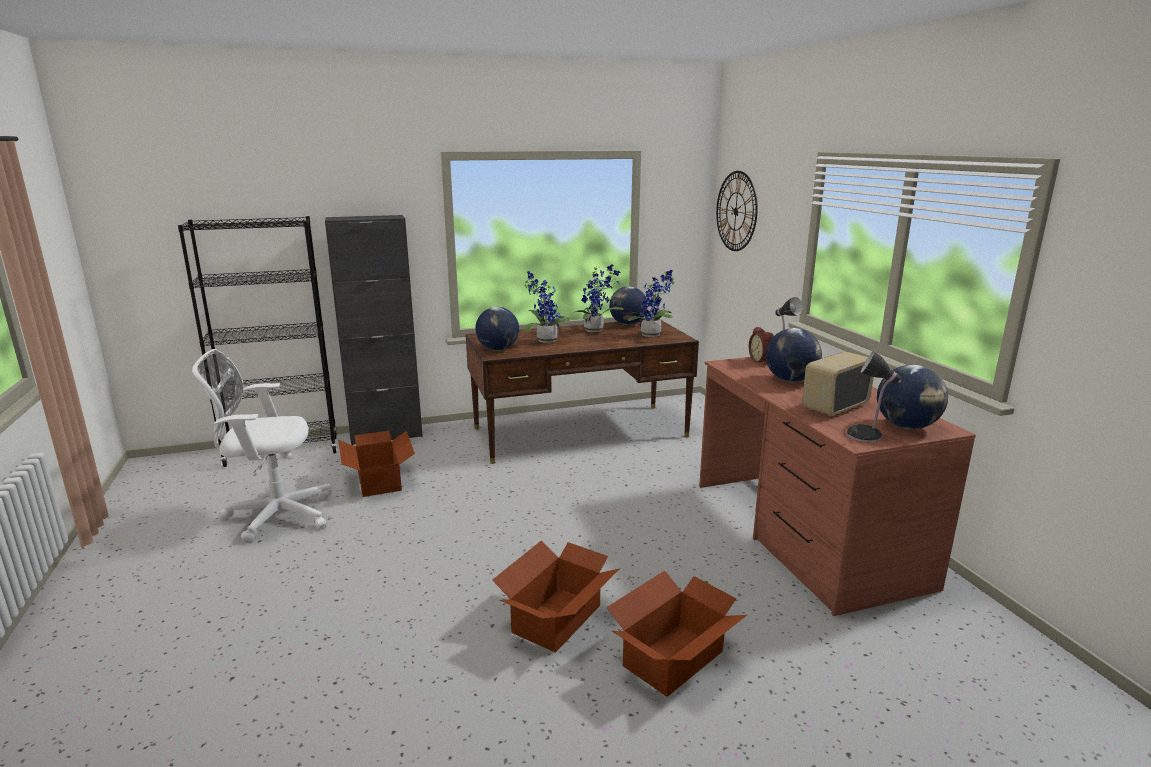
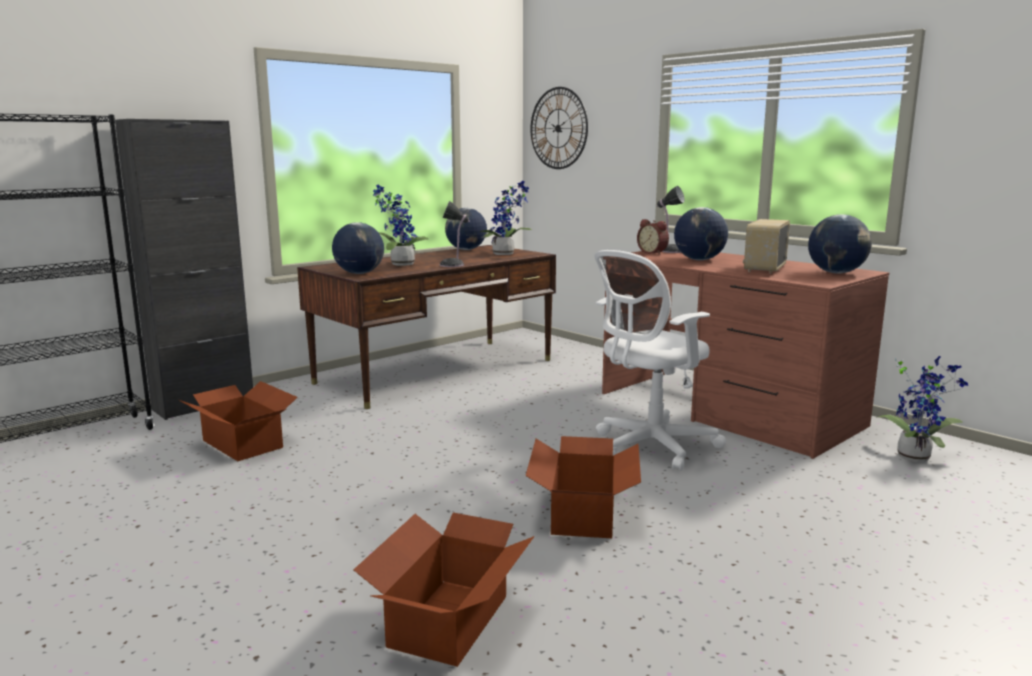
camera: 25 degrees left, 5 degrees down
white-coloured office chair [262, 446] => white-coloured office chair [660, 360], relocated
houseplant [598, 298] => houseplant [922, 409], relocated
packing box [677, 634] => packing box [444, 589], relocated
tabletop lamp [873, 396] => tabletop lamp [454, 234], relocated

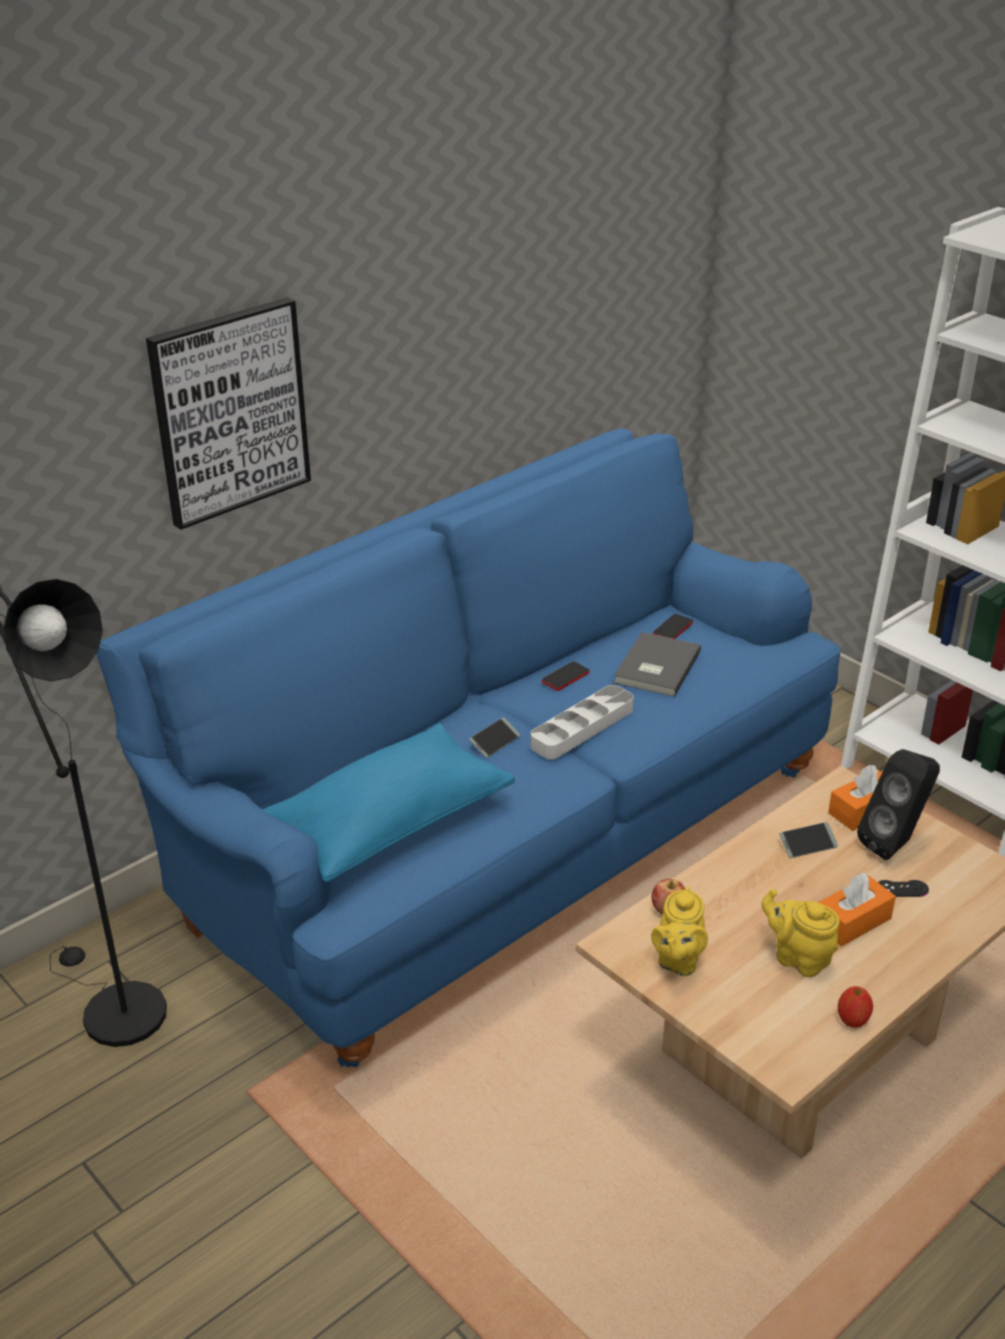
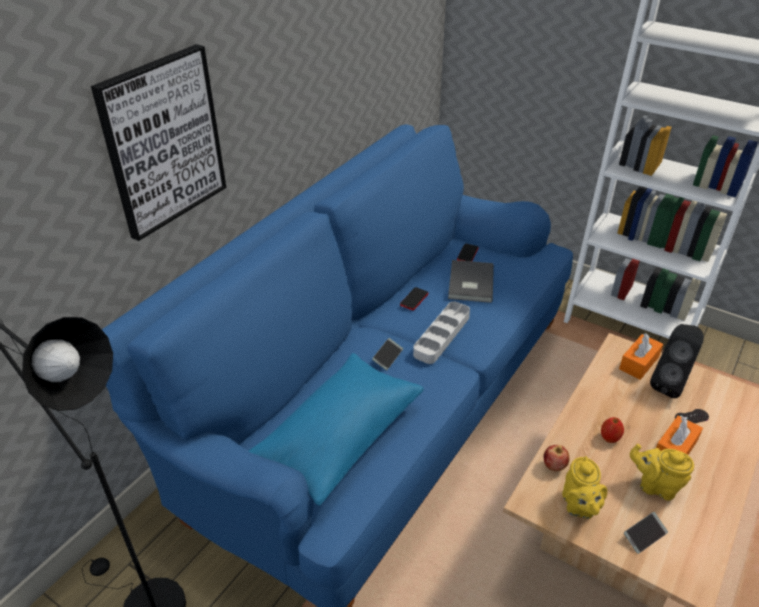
camera: 15 degrees left, 5 degrees up
telephone [808, 840] => telephone [646, 533], relocated
apple [855, 1007] => apple [612, 430], relocated

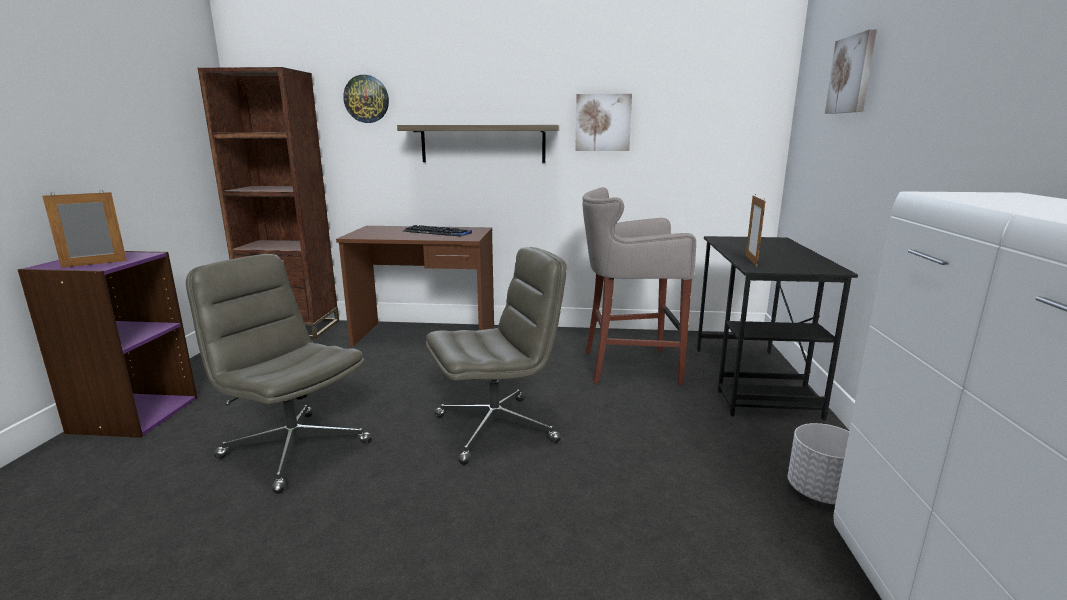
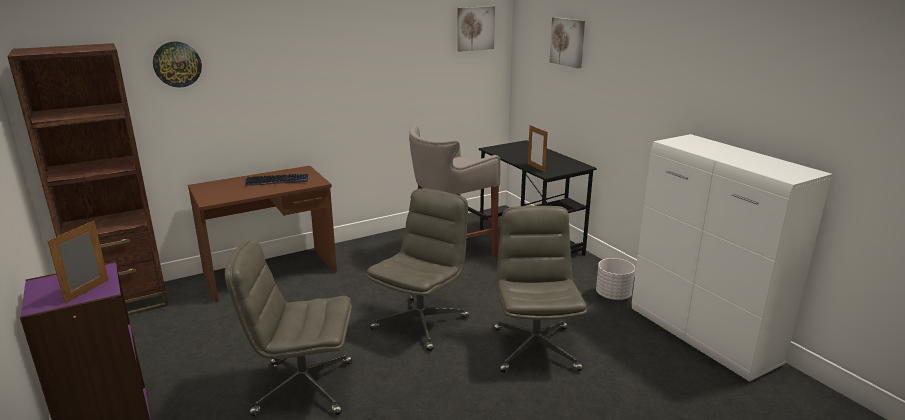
camera: 35 degrees left, 5 degrees up
shelf [478, 144] => nothing
wall art [603, 122] => wall art [476, 29], relocated
nothing => gray office chair [540, 289]

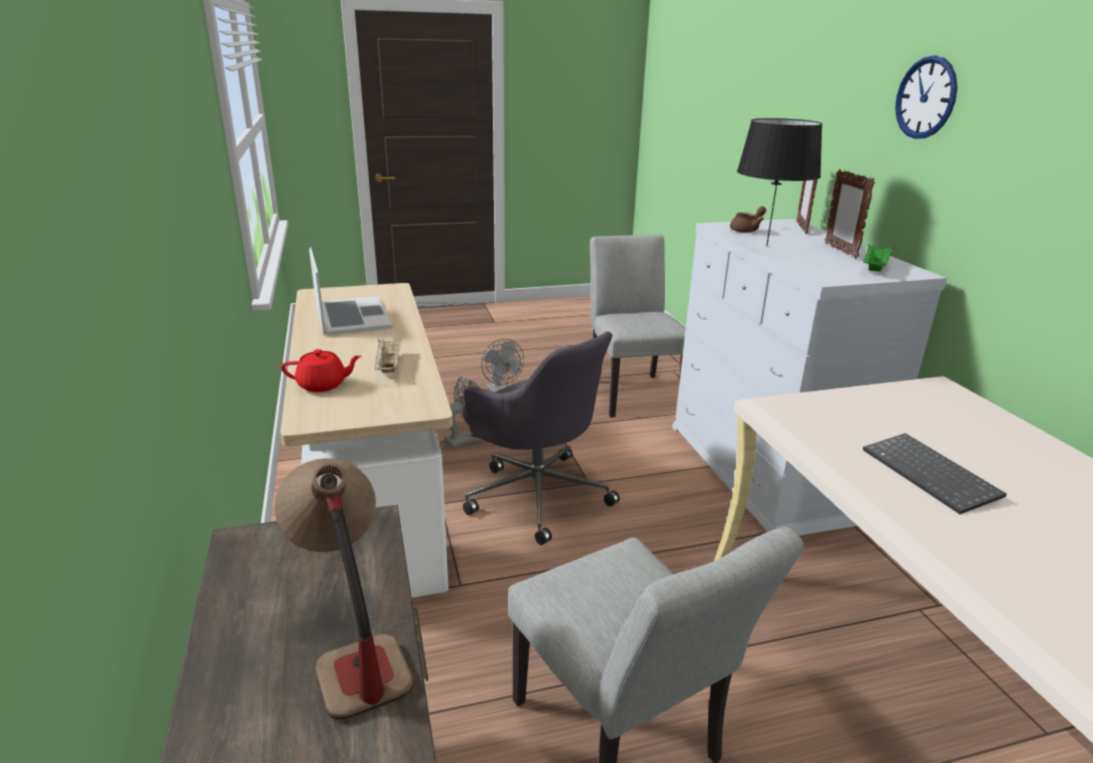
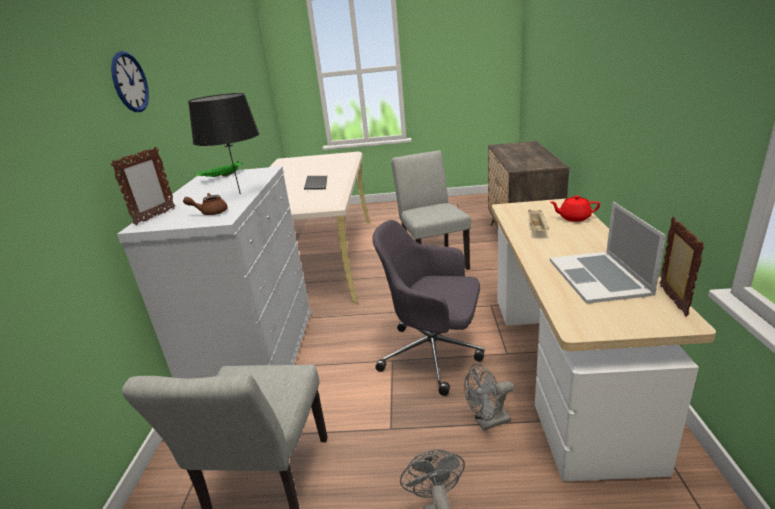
camera: 160 degrees left, 0 degrees up
tabletop lamp [344, 589] => nothing
gray office chair [541, 438] => gray office chair [428, 308], 45 degrees counterclockwise
standing frame [850, 214] => standing frame [682, 266], relocated

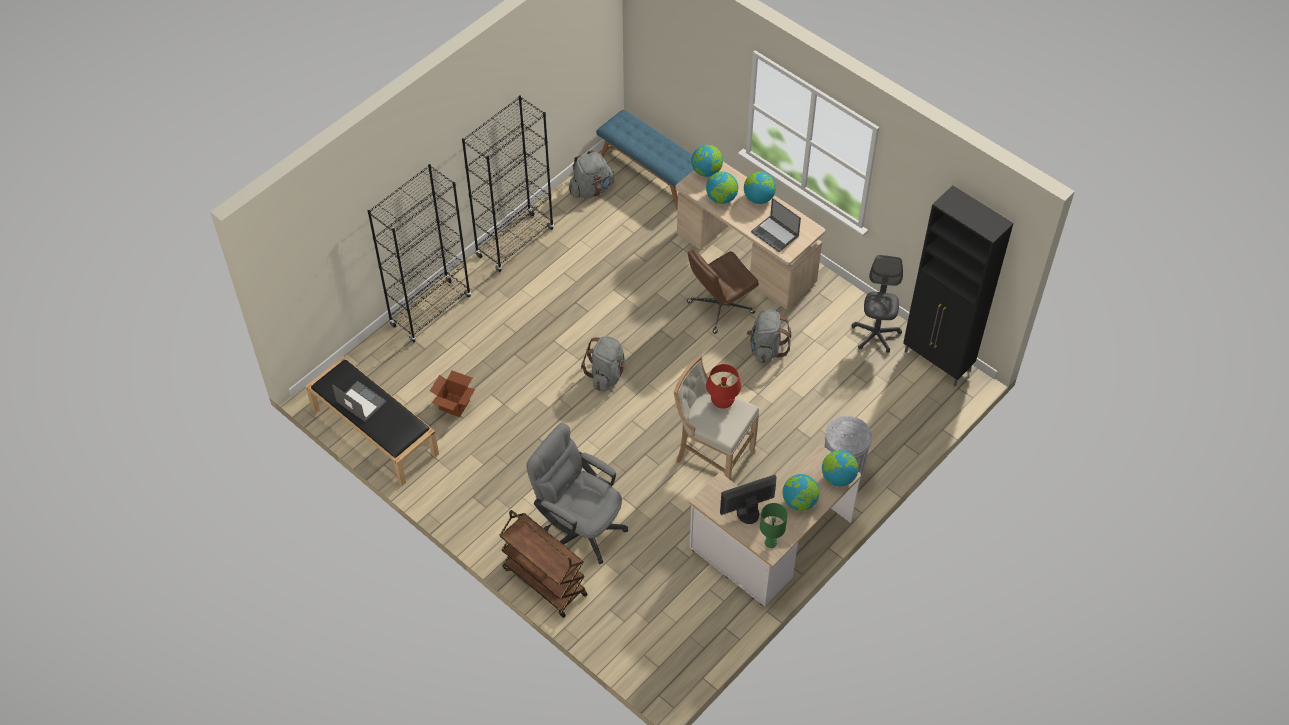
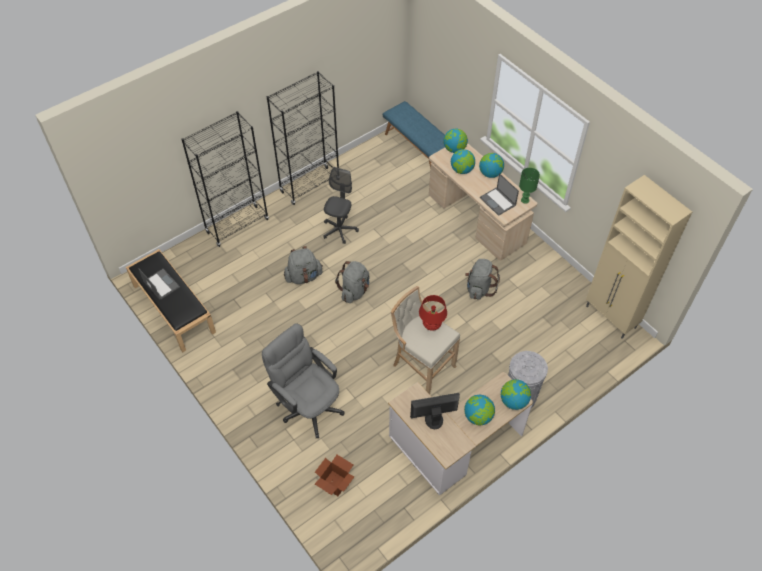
camera: 10 degrees right, 0 degrees up
packing box [452, 393] => packing box [334, 475], relocated
brown wheeled cart [543, 564] => nothing
gray backpack [591, 174] => gray backpack [303, 265], relocated
brown office chair [723, 292] => nothing
greenish tabletop lamp [774, 525] => greenish tabletop lamp [529, 186], relocated
gray office chair [877, 304] => gray office chair [341, 205], relocated
black cabinet [958, 285] => beige-coloured cabinet [639, 257]

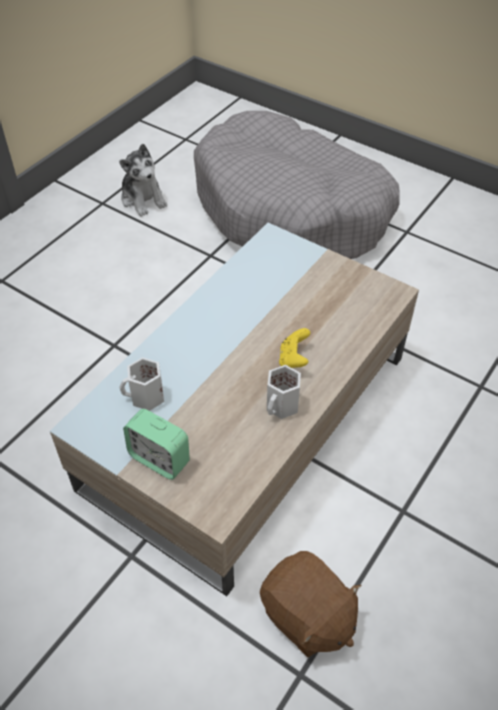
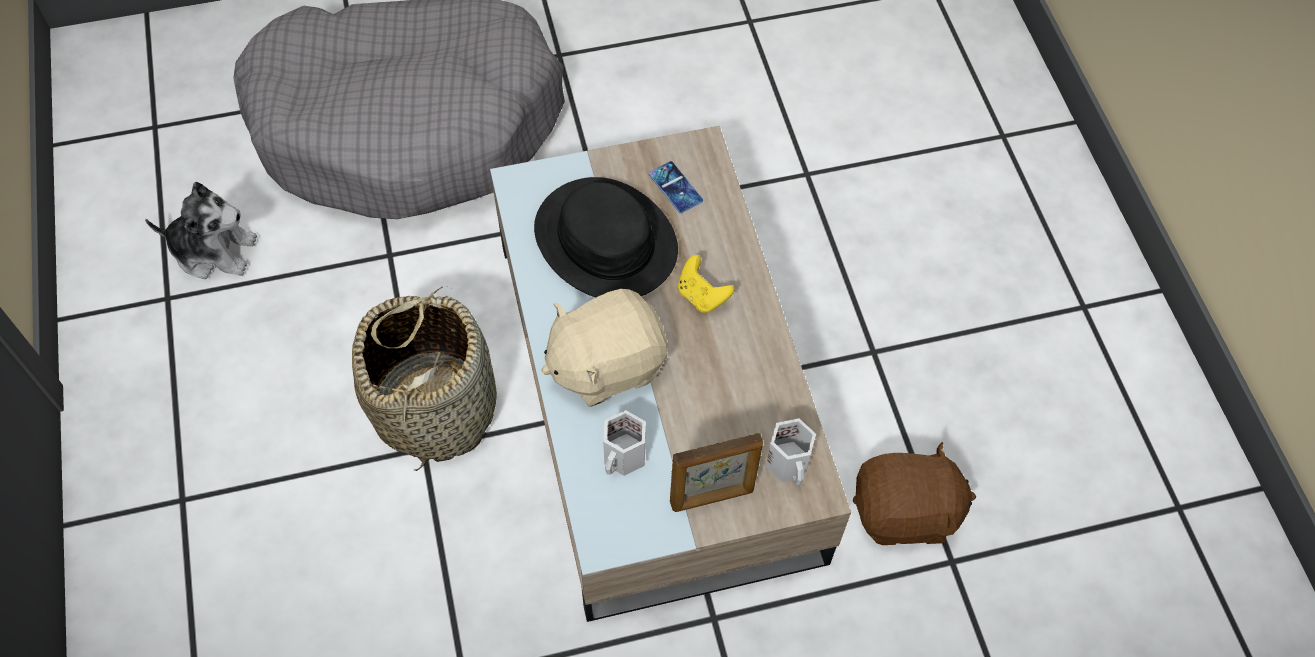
camera: 50 degrees left, 10 degrees up
alarm clock [156, 444] => standing frame [716, 472]
white-coloured tea mug [284, 392] => white-coloured tea mug [791, 451], relocated
nothing => basket [424, 378]
nothing => black wearable hat [606, 237]
nothing => beige-coloured plush toy [604, 348]
nothing => telephone [676, 187]

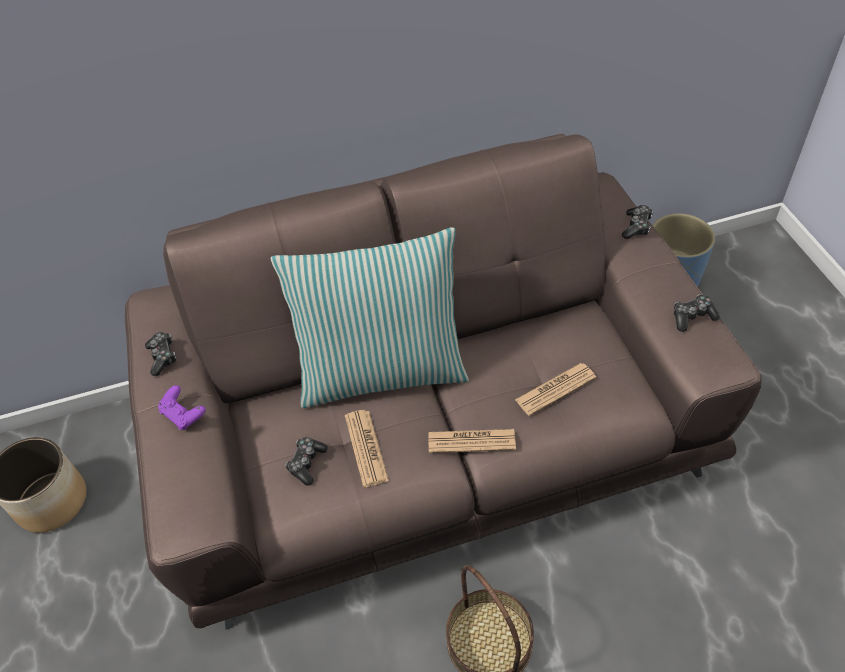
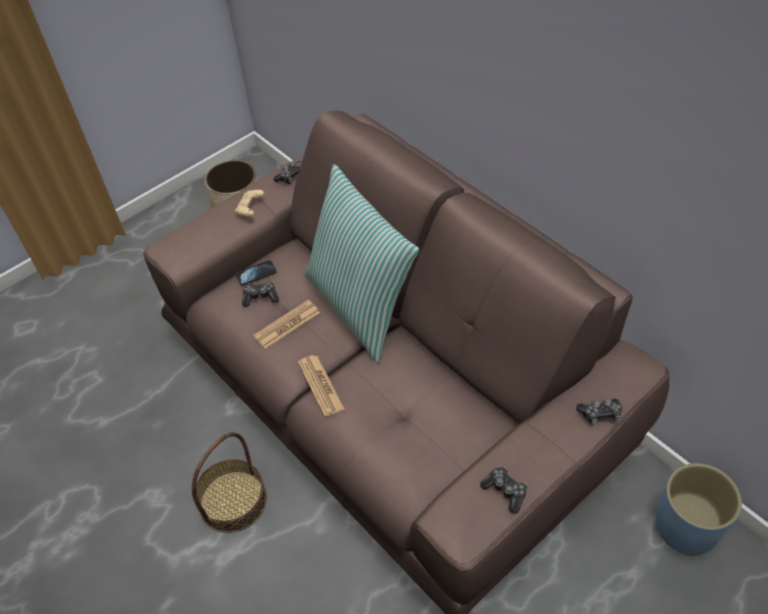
camera: 65 degrees right, 0 degrees up
purple gamepad [182, 407] => beige-coloured gamepad [250, 203]
printed paper [555, 389] => nothing
nothing => telephone [256, 273]

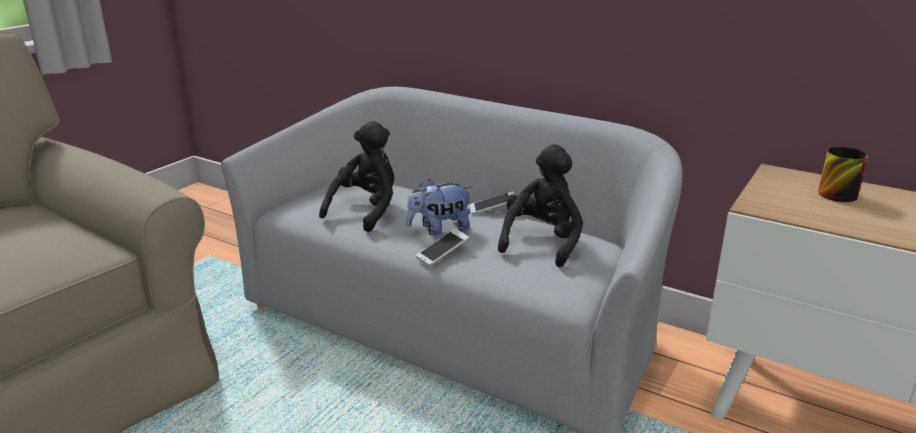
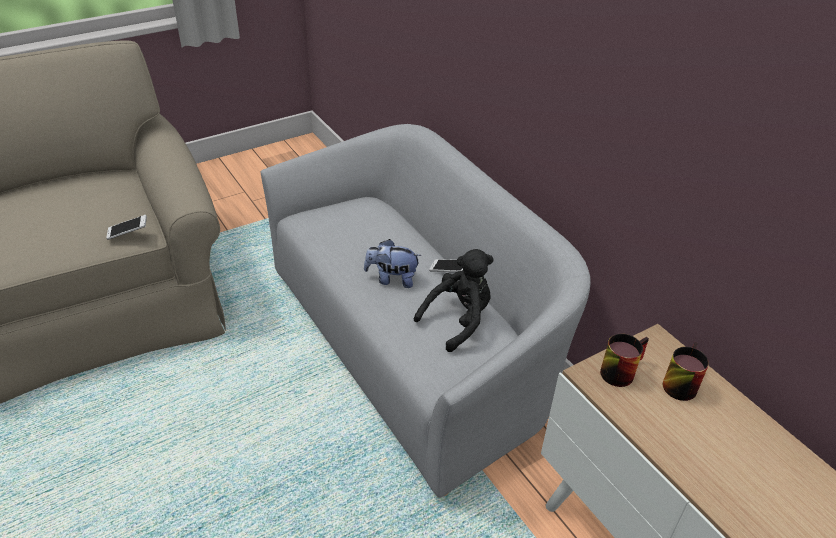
camera: 25 degrees right, 15 degrees up
black plush toy [356, 176] => nothing
telephone [442, 247] => telephone [126, 227], relocated
nothing => tea mug [624, 360]

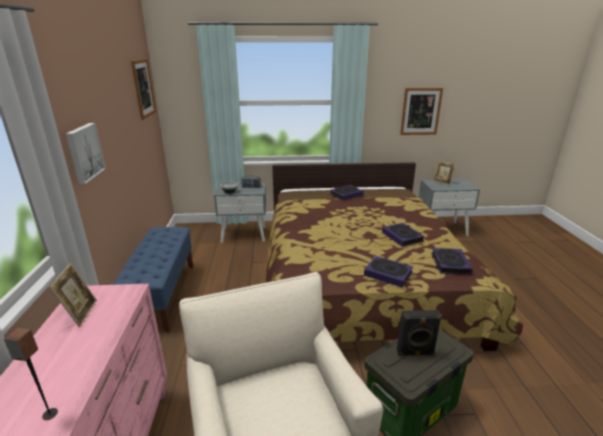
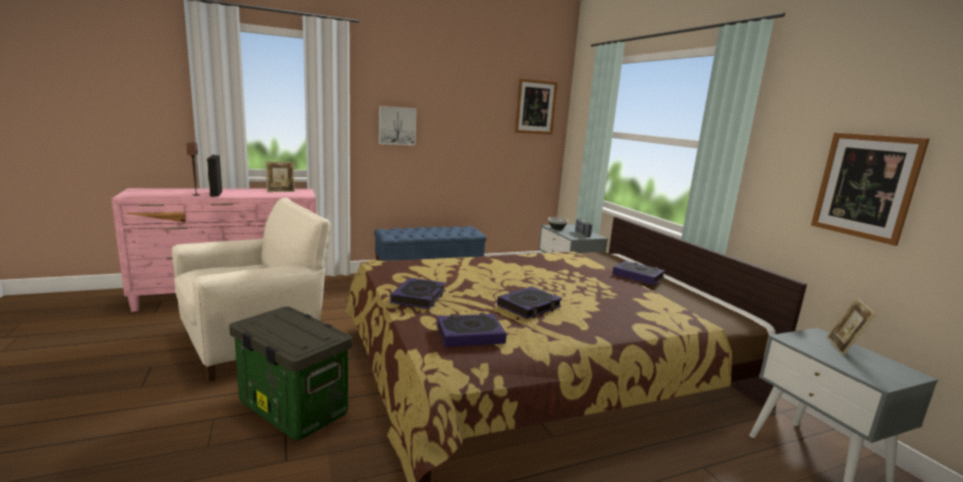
camera: 70 degrees right, 10 degrees down
black audio speaker [419, 333] => black audio speaker [214, 176], relocated

